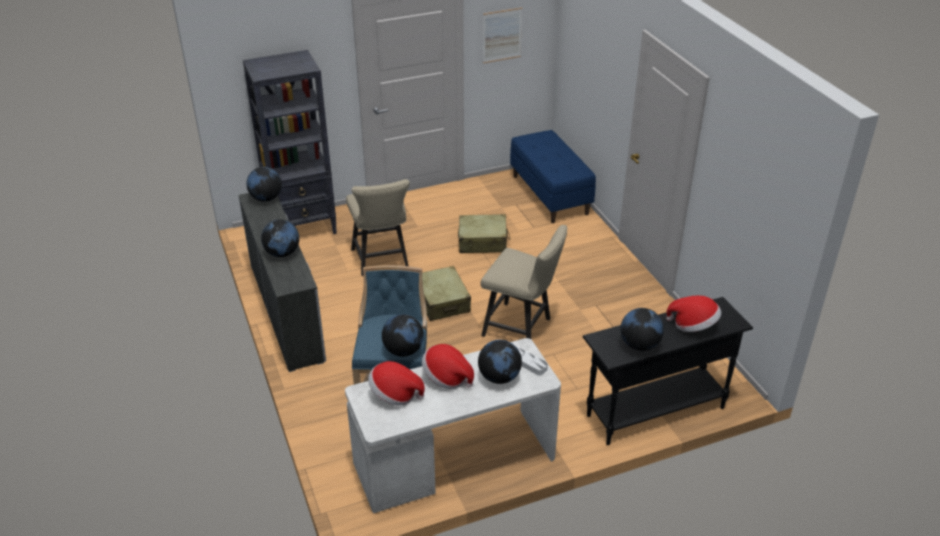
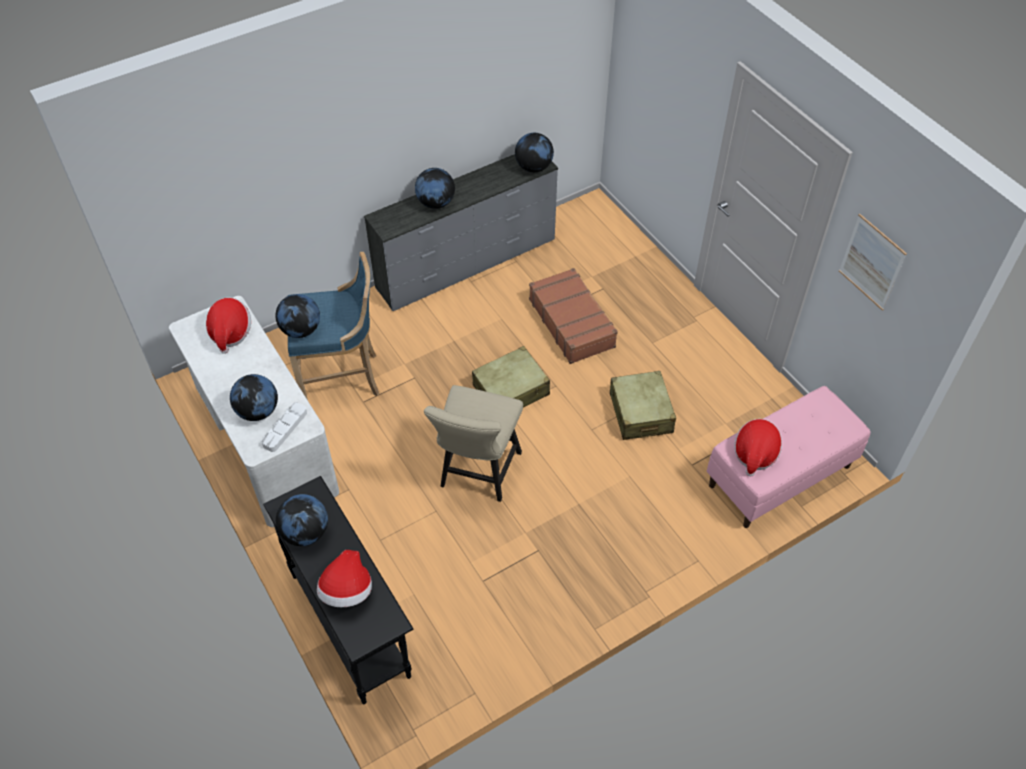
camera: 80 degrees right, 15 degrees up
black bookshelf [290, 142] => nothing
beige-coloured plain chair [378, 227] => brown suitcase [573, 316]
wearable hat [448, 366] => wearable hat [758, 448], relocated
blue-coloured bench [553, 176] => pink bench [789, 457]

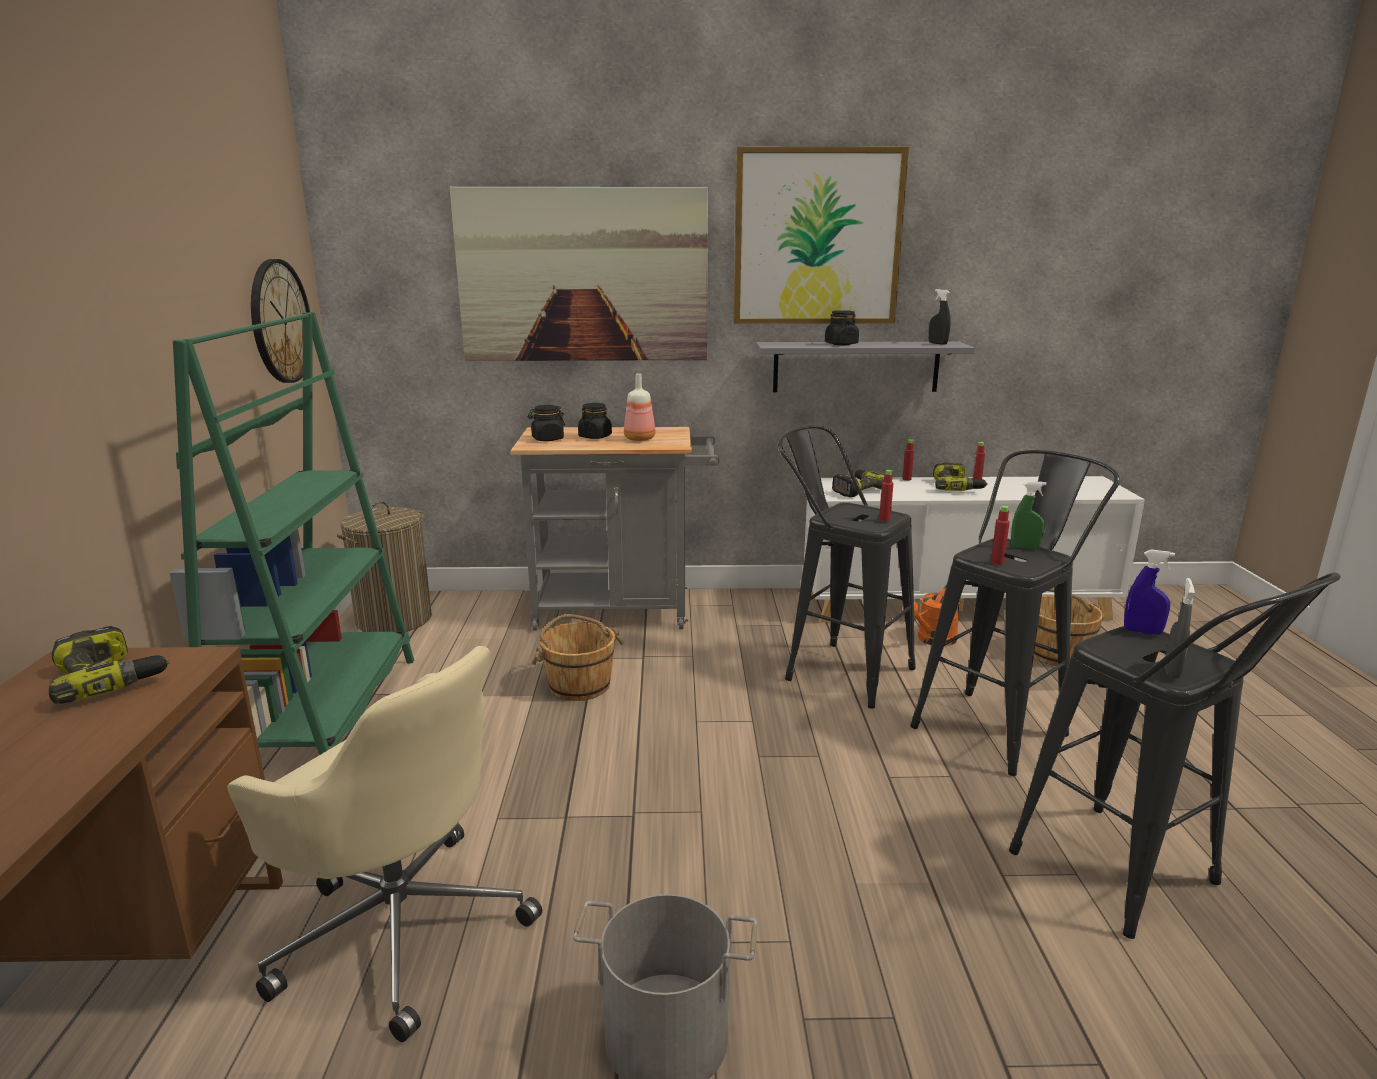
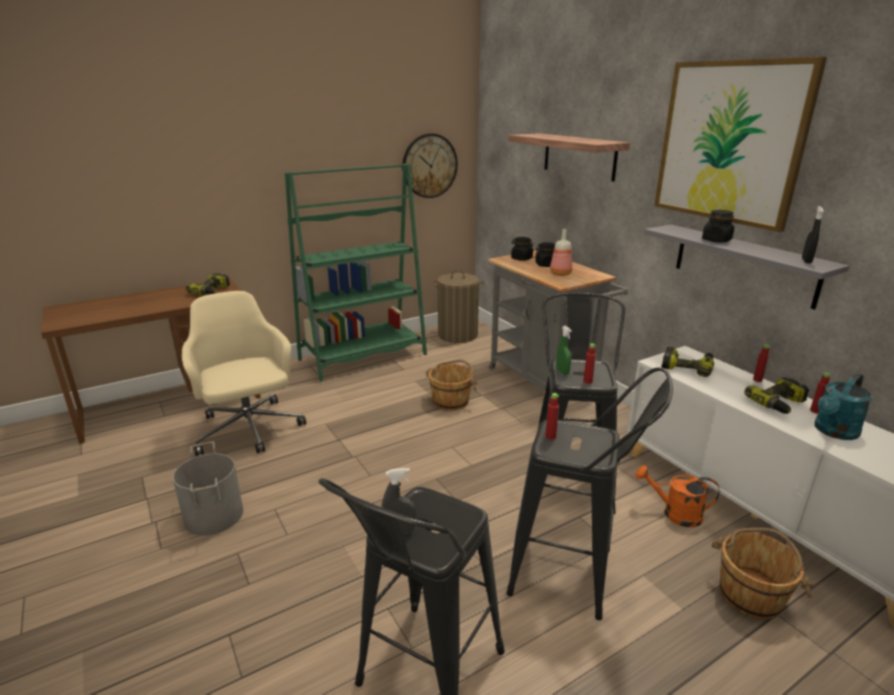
camera: 60 degrees right, 5 degrees up
beige-coloured office chair [384, 844] => beige-coloured office chair [244, 373], 150 degrees clockwise
wall art [579, 273] => shelf [569, 157]
greenish hand sprayer [1029, 515] => greenish hand sprayer [564, 350], relocated
blue-coloured hand sprayer [1149, 592] => nothing
nothing => blue-green sprinkling can [843, 406]

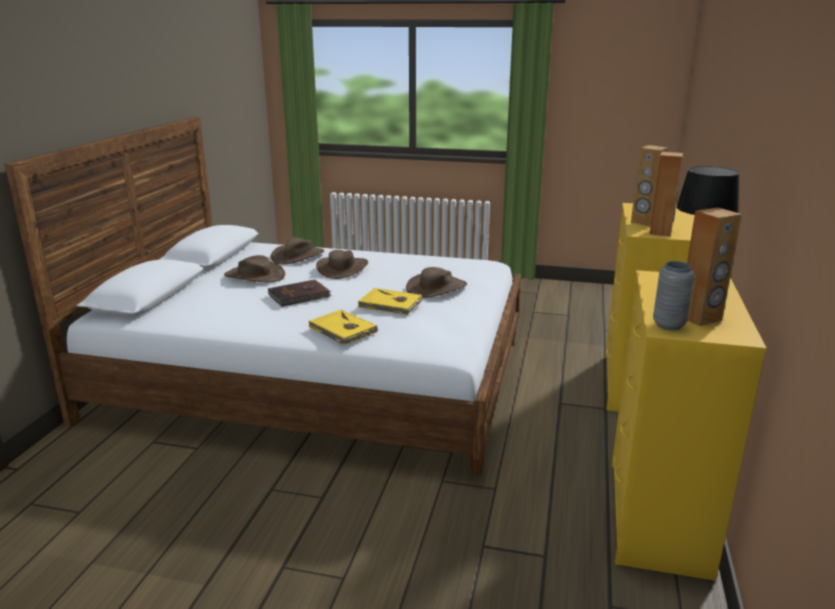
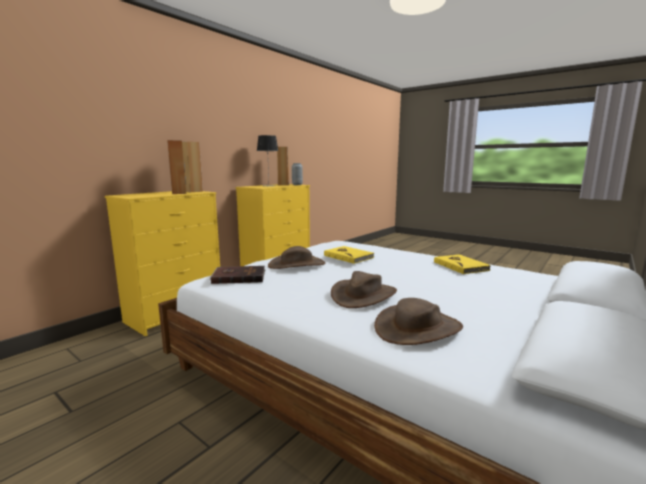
camera: 155 degrees left, 10 degrees down
brown wearable hat [254, 268] => nothing
brown volume [300, 293] => brown volume [238, 275], relocated
yellowish volume [342, 327] => yellowish volume [462, 264], relocated

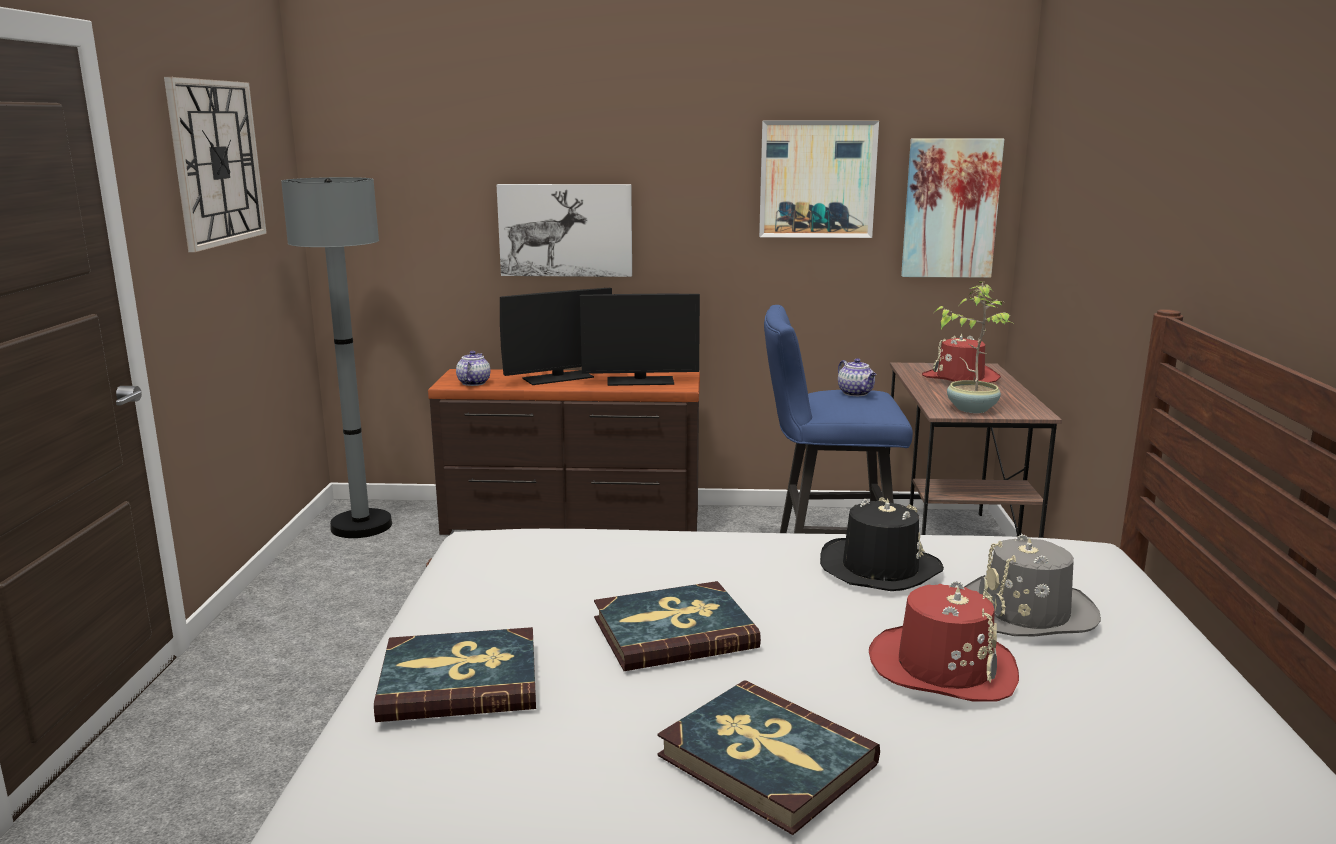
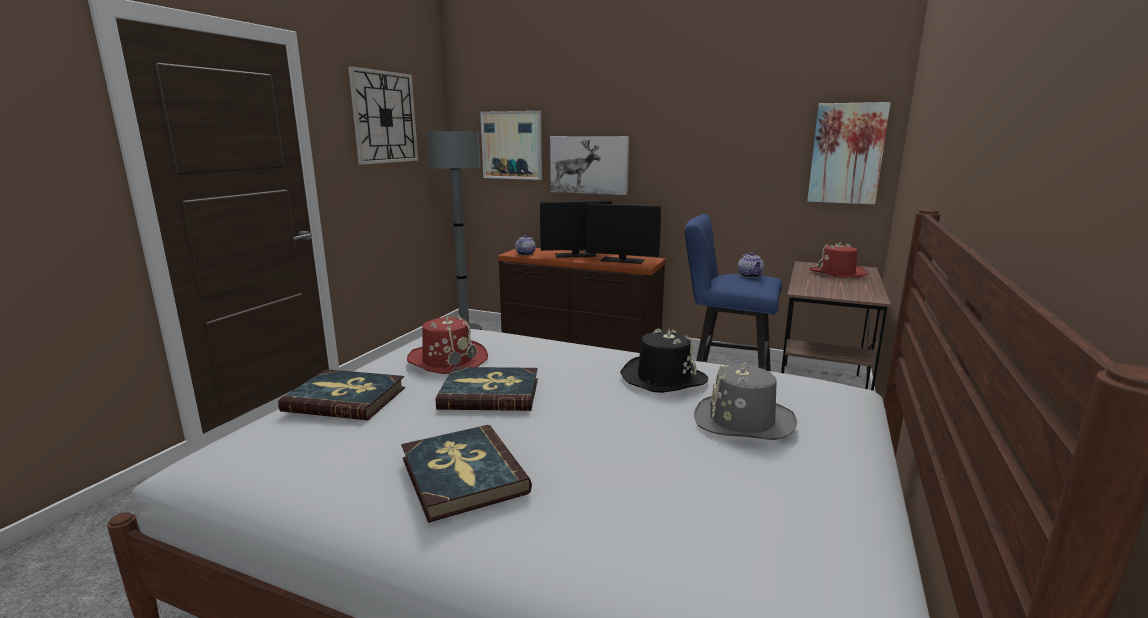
camera: 20 degrees right, 0 degrees up
wall art [819, 179] => wall art [511, 145], relocated
red-coloured wearable hat [944, 641] => red-coloured wearable hat [447, 344], relocated
houseplant [975, 347] => nothing

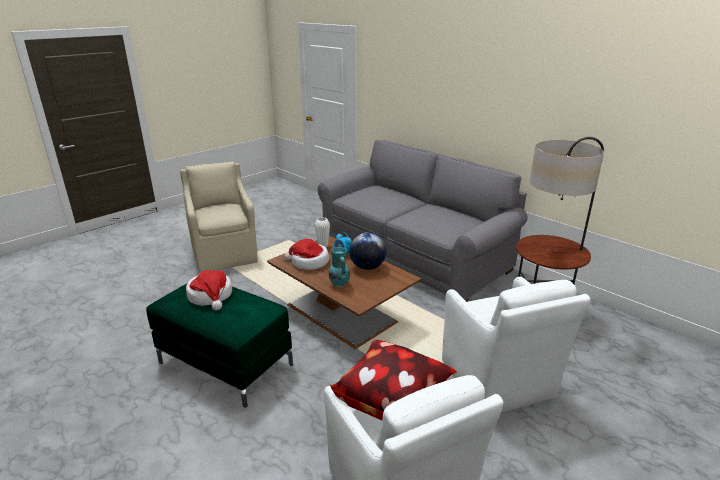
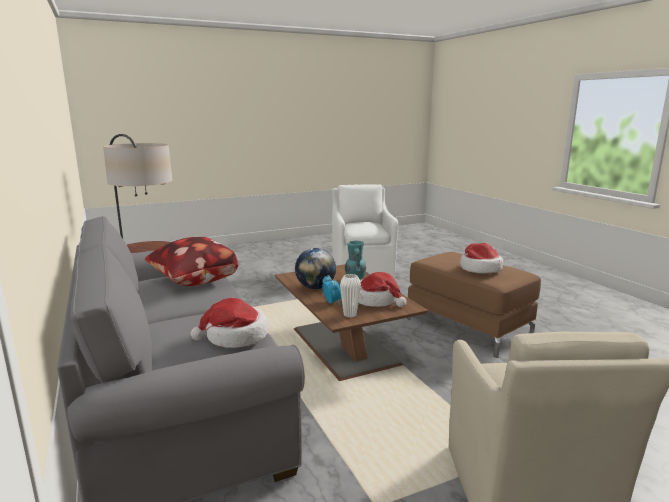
camera: 160 degrees left, 10 degrees down
greenish footrest [219, 346] => brown footrest [474, 305]
cushion [393, 380] => cushion [192, 261], relocated
white-coloured easy chair [516, 344] => nothing
nothing => wearable hat [229, 323]

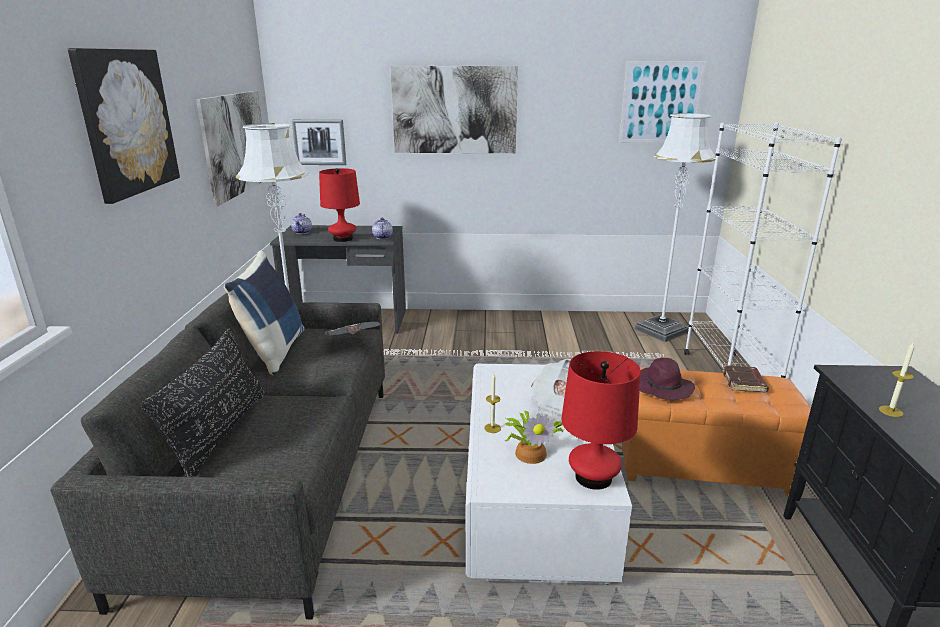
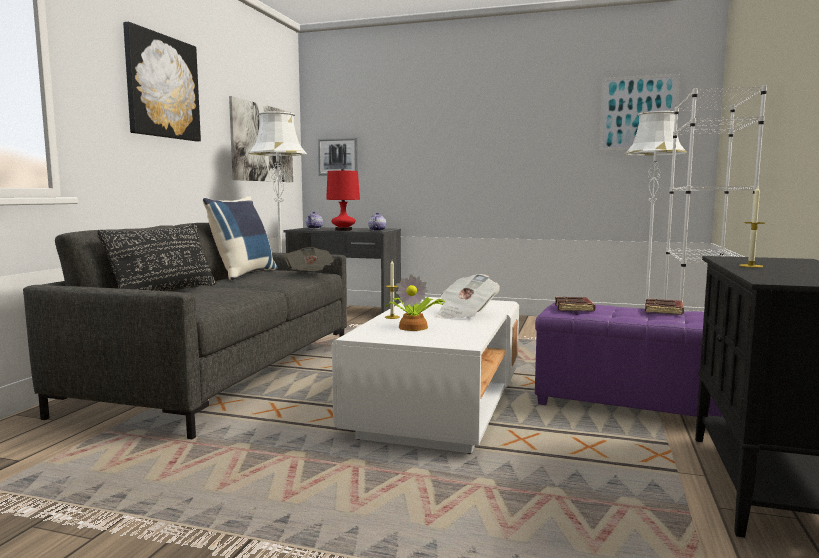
camera: 15 degrees right, 15 degrees down
wall art [454, 109] => nothing
red-coloured tabletop lamp [601, 420] => nothing
orange-coloured footrest [716, 431] => purple footrest [629, 360]
purple wearable hat [667, 379] => brown volume [575, 303]

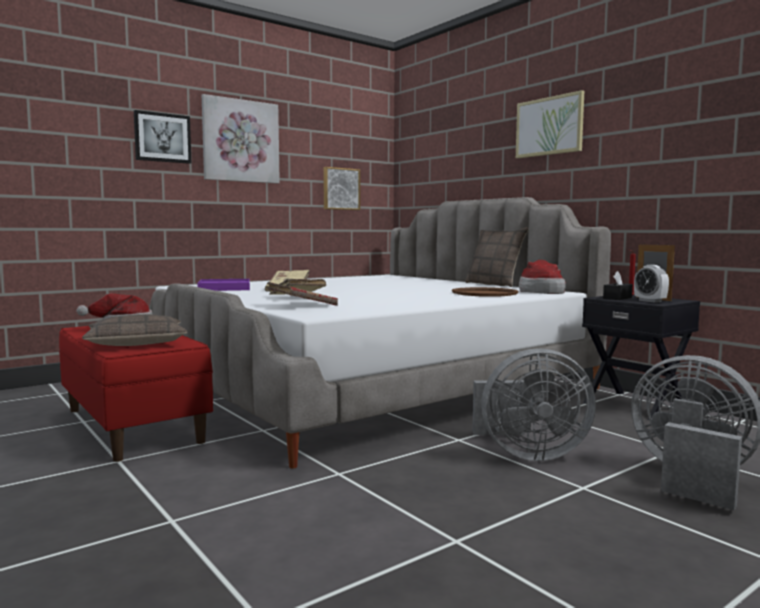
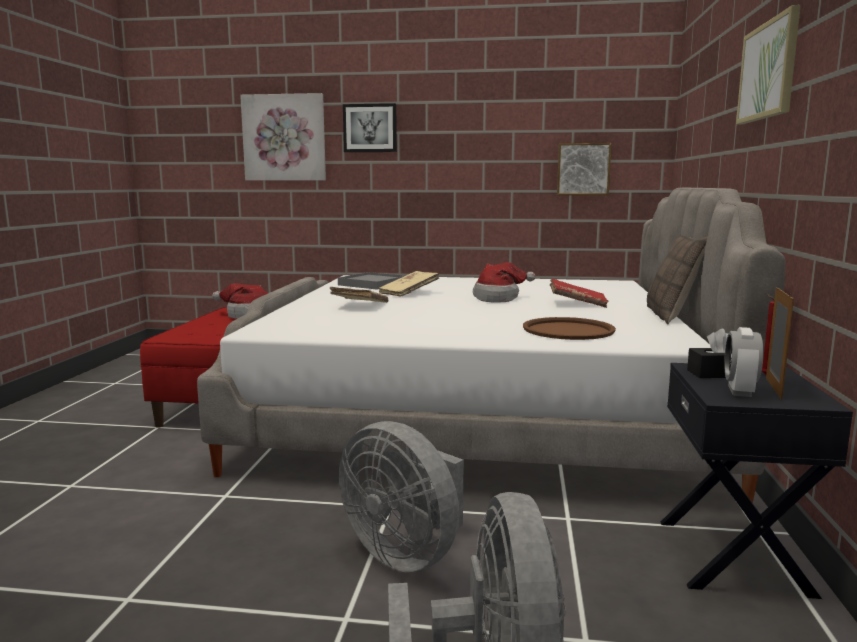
camera: 45 degrees right, 5 degrees up
cushion [134, 330] => nothing
purple serving tray [223, 285] => gray serving tray [371, 281]
wall art [241, 139] => wall art [283, 137], relocated
red-coloured volume [302, 294] => red-coloured volume [579, 293], relocated
wearable hat [542, 277] => wearable hat [504, 282], relocated

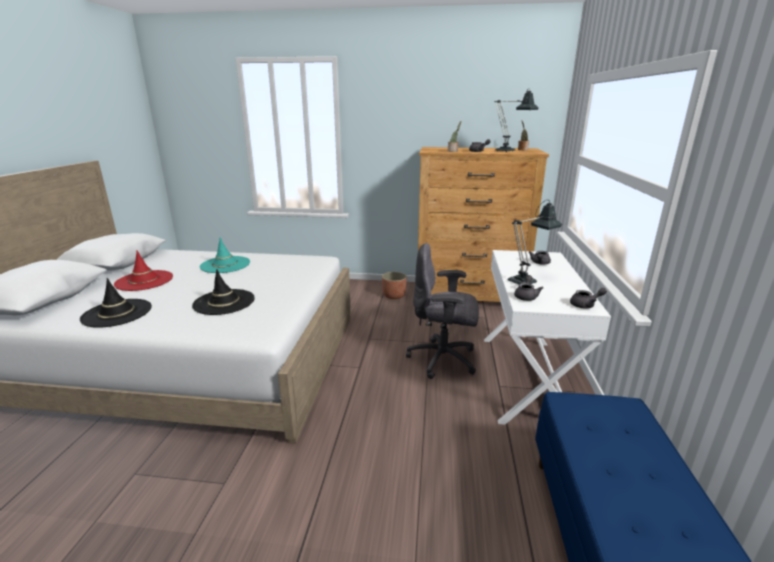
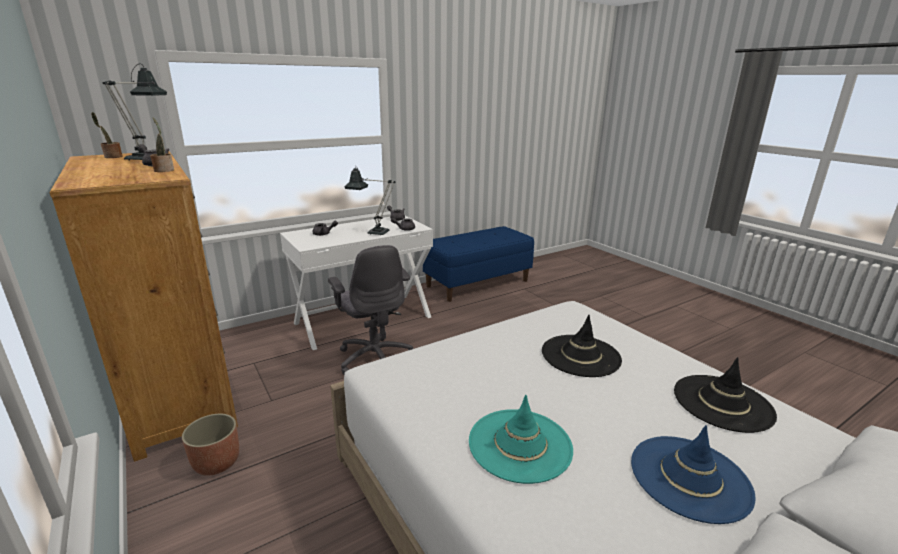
camera: 130 degrees left, 0 degrees up
red-coloured wearable hat [143, 271] => blue-coloured wearable hat [693, 474]

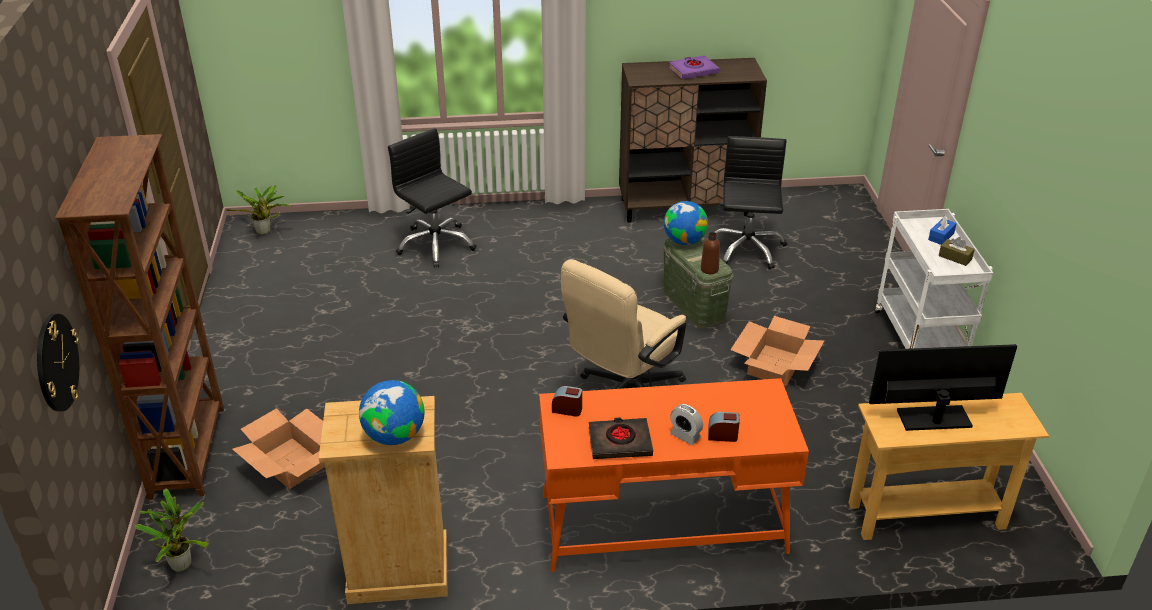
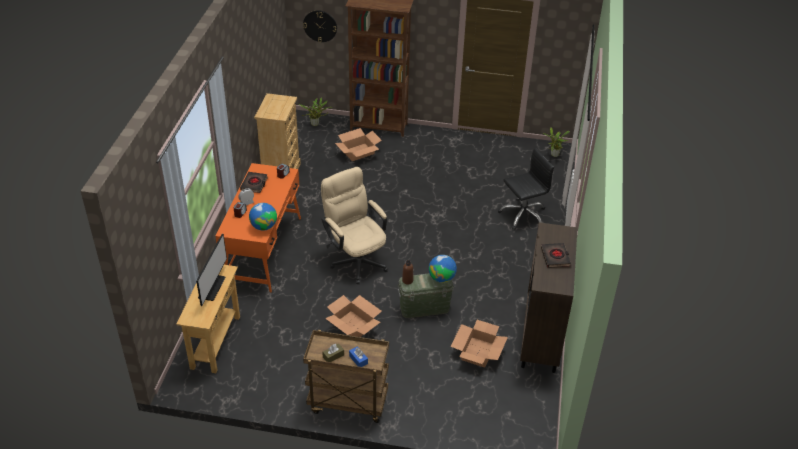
camera: 105 degrees right, 5 degrees up
desk globe [392, 412] => desk globe [263, 217], relocated
purple volume [694, 67] => black volume [556, 255]
black office chair [747, 203] => packing box [479, 344]
white-coloured wheeled cart [934, 279] => brown wheeled cart [346, 376]

